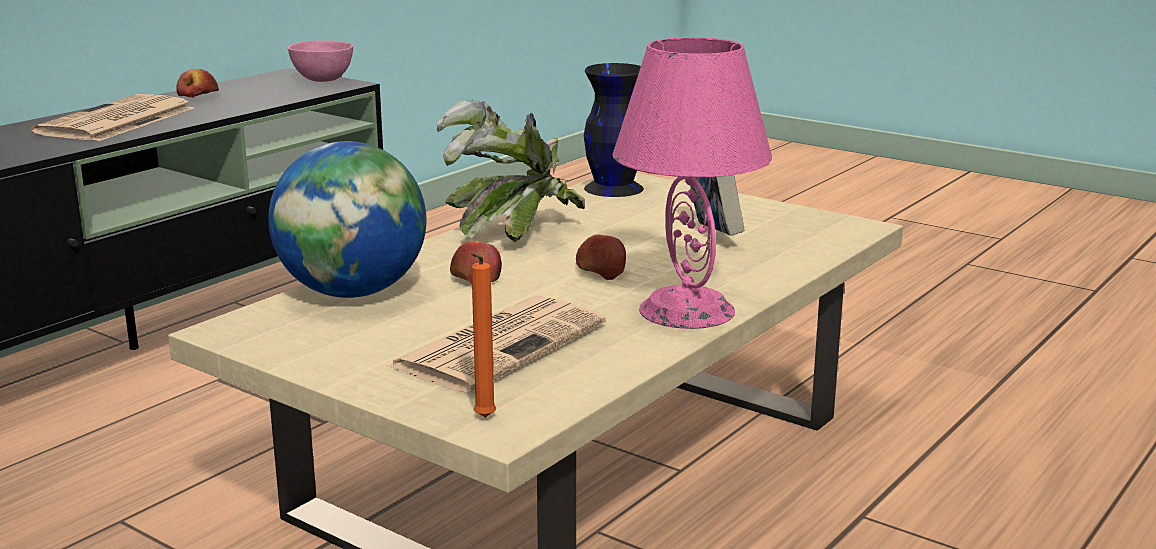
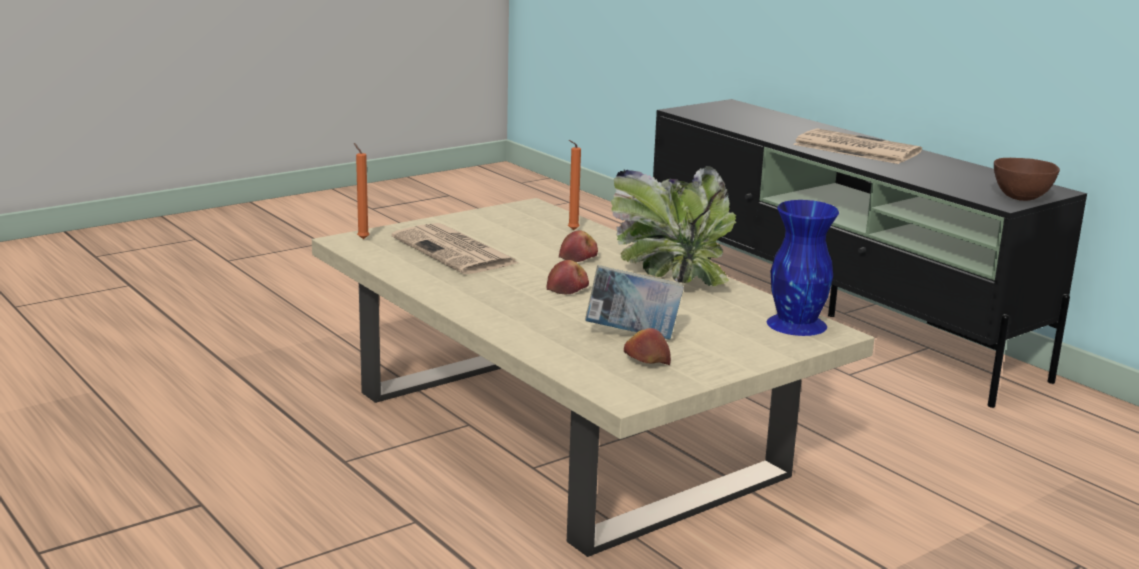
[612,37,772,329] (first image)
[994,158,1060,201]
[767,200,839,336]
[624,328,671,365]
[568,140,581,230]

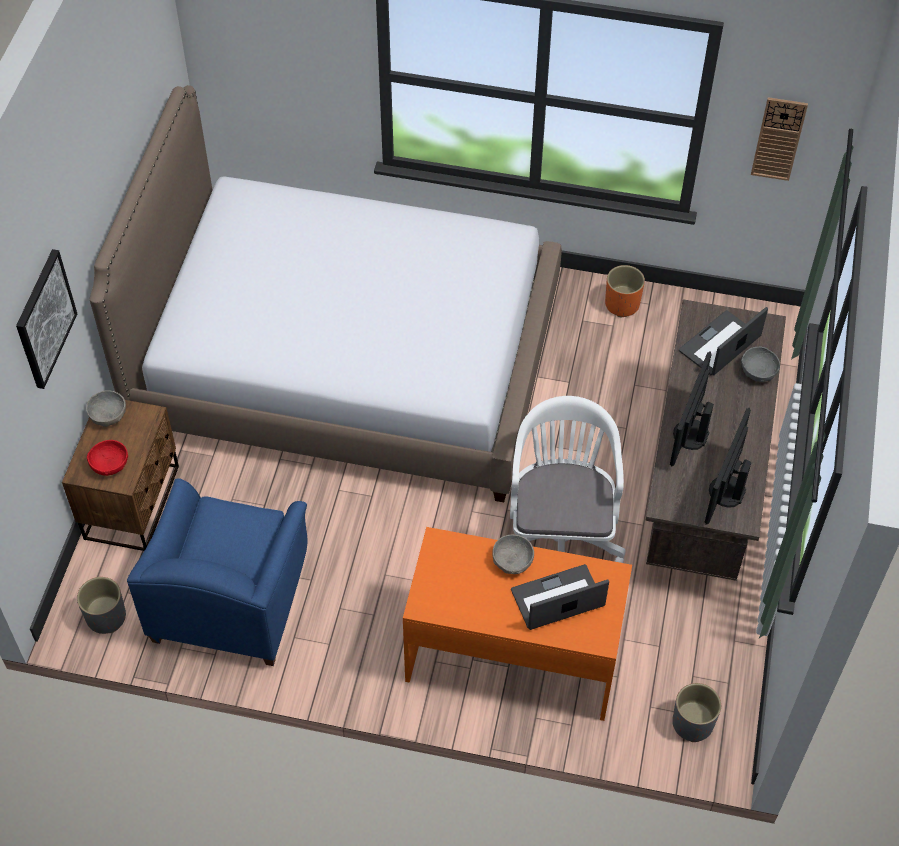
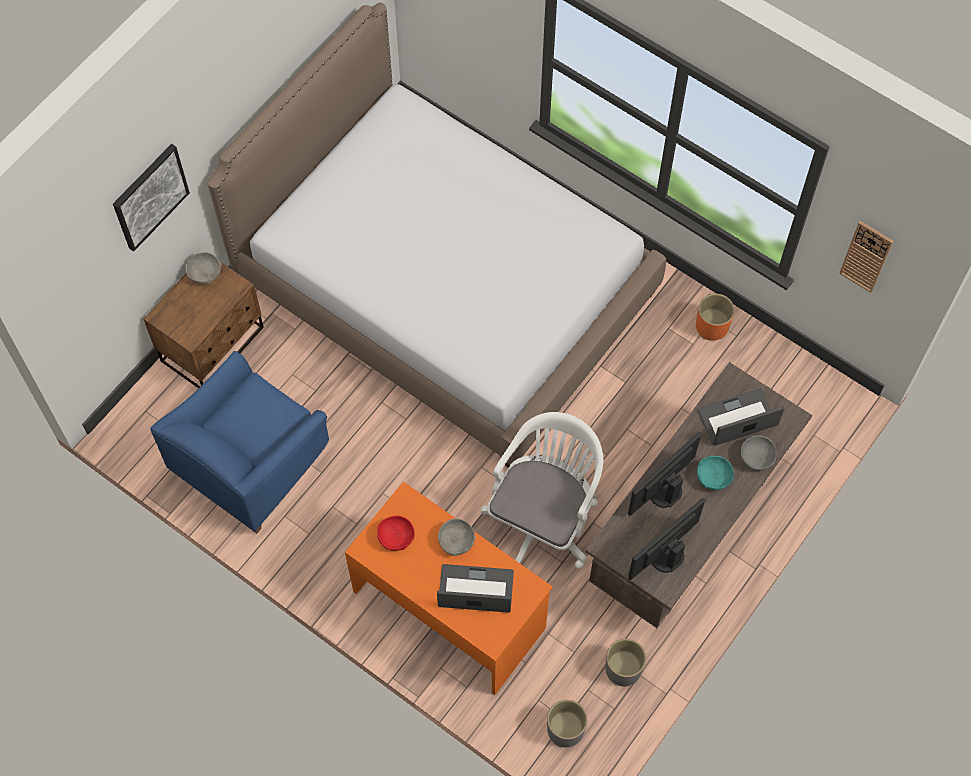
[377,516,415,551]
[605,639,646,687]
[697,456,734,491]

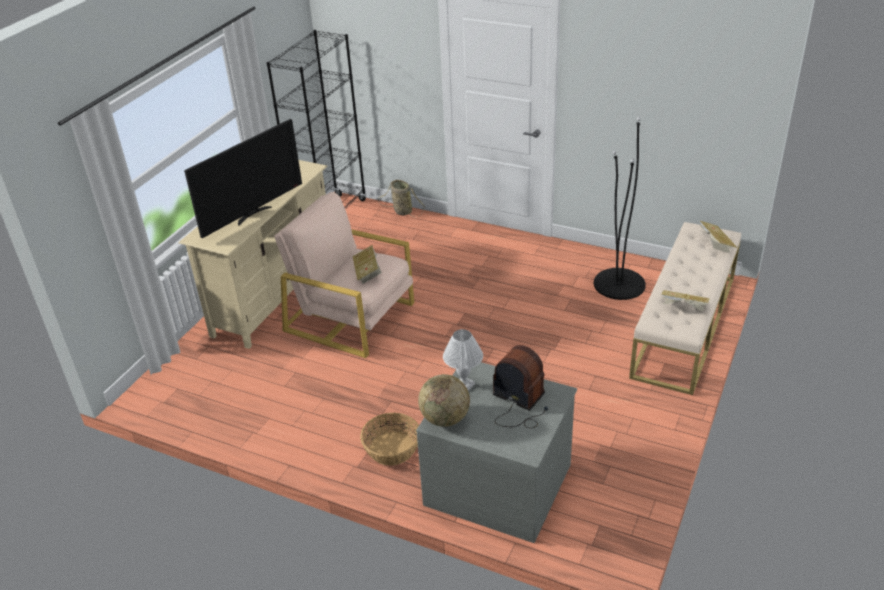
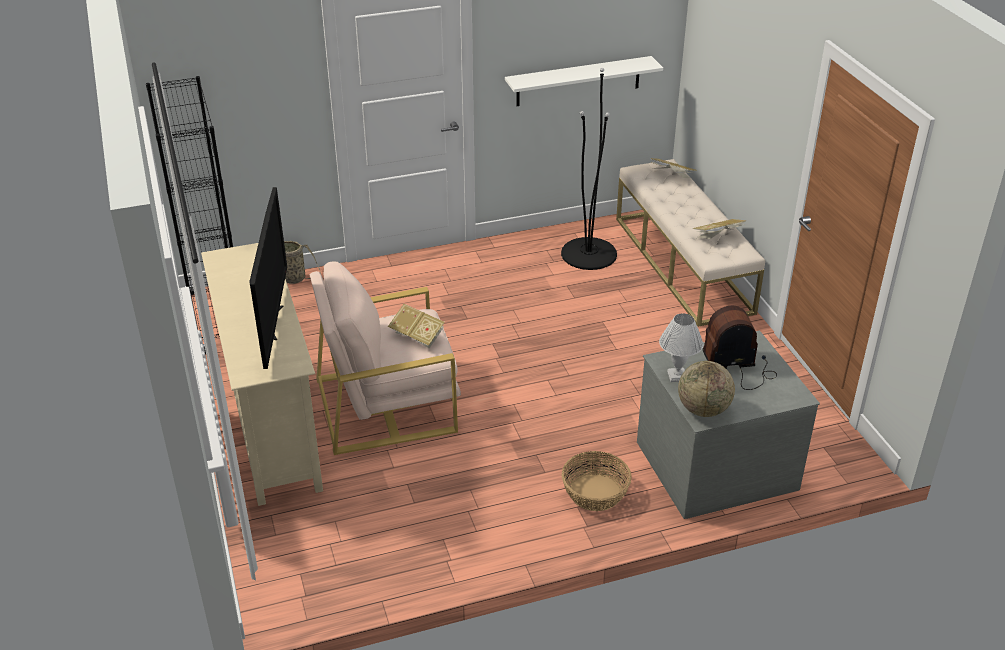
[505,56,663,106]

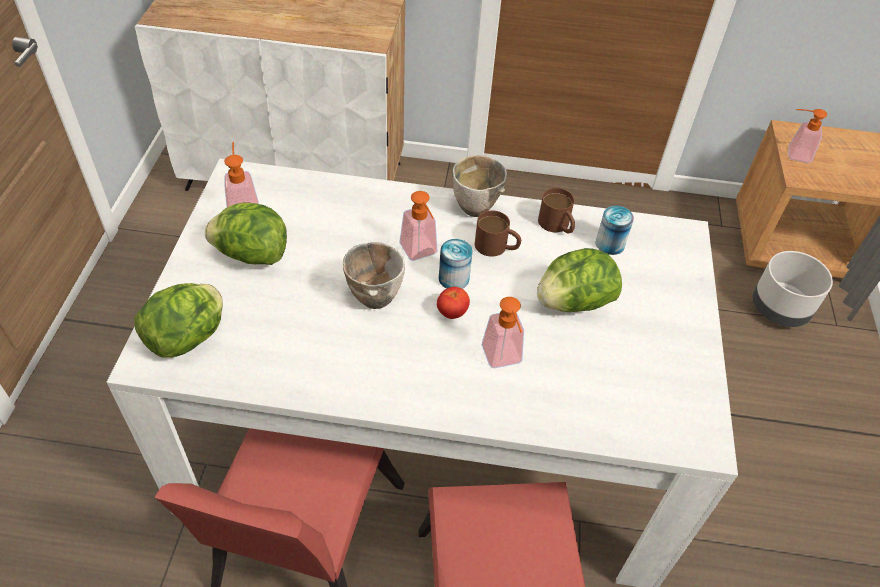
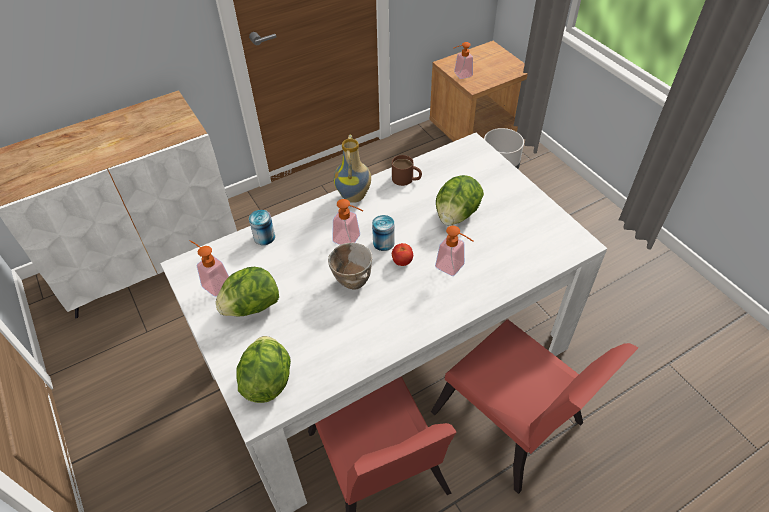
[334,135,371,203]
[249,210,275,245]
[475,210,521,257] (first image)

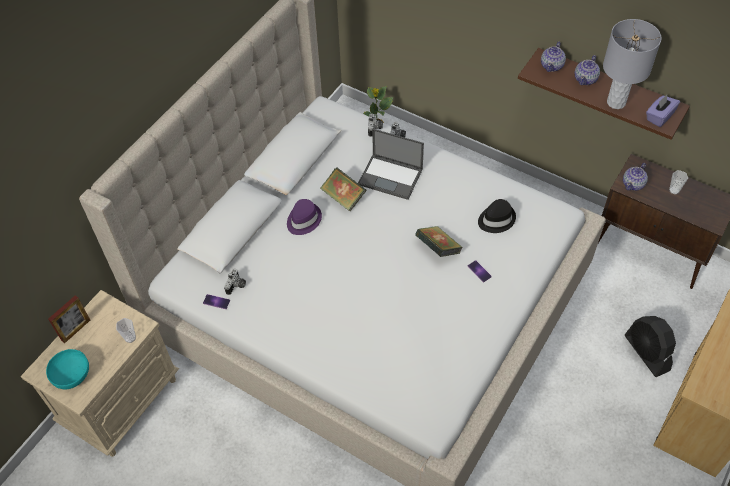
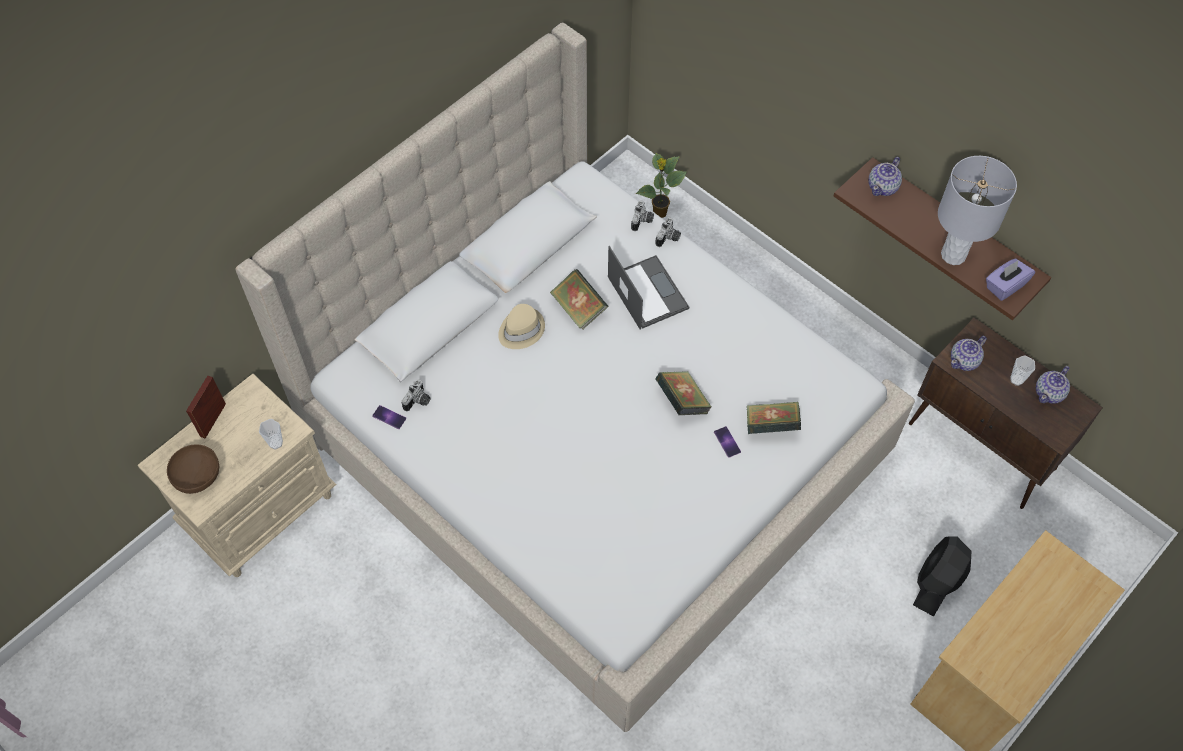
[1036,366,1070,404]
[608,246,689,330]
[498,304,545,349]
[478,199,516,233] (first image)
[186,376,226,439]
[913,536,971,616]
[167,444,219,494]
[747,402,801,434]

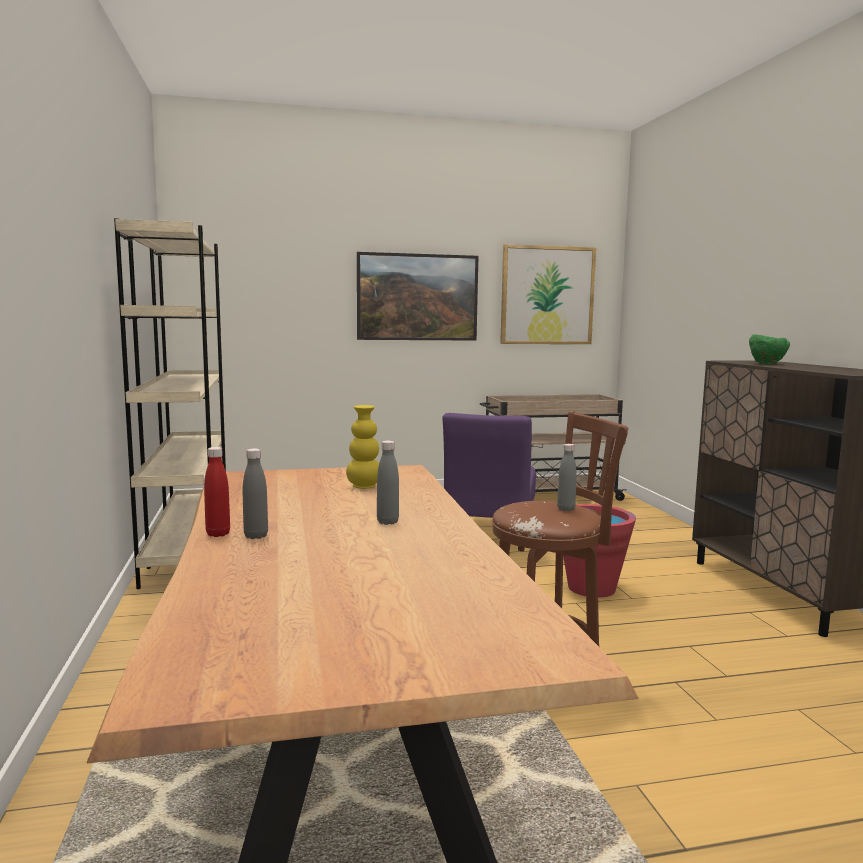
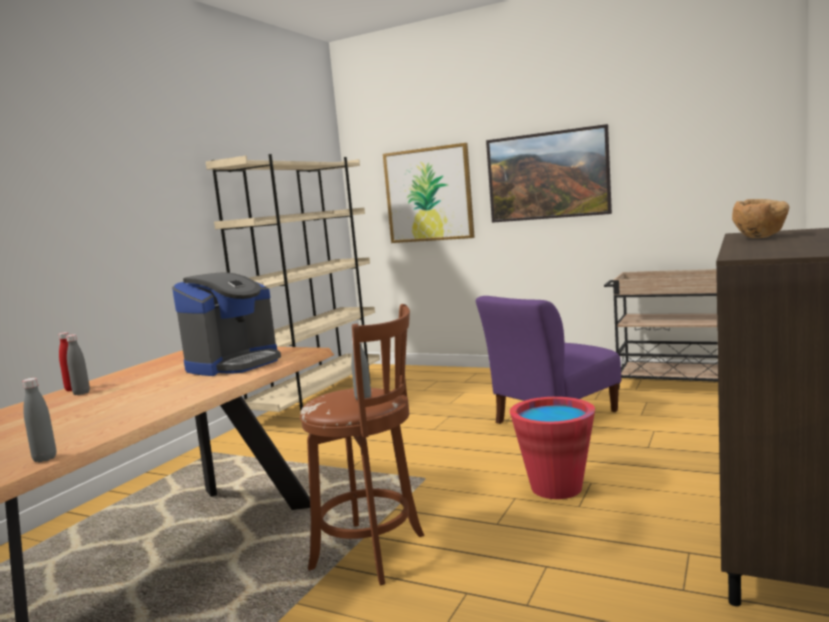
[383,143,475,243]
[732,199,789,239]
[172,272,281,376]
[22,378,57,463]

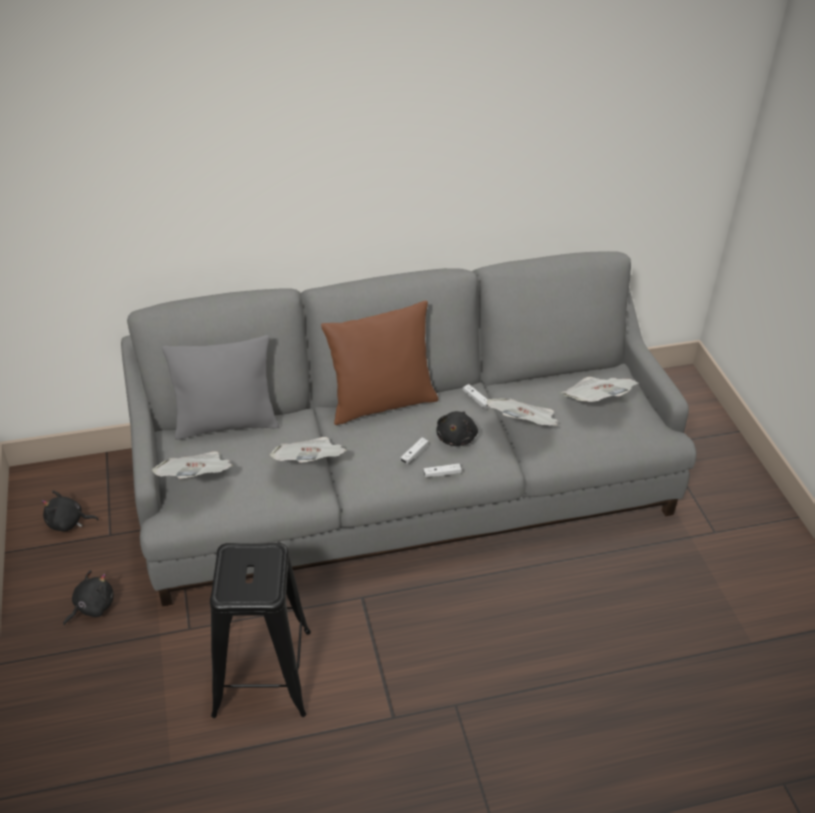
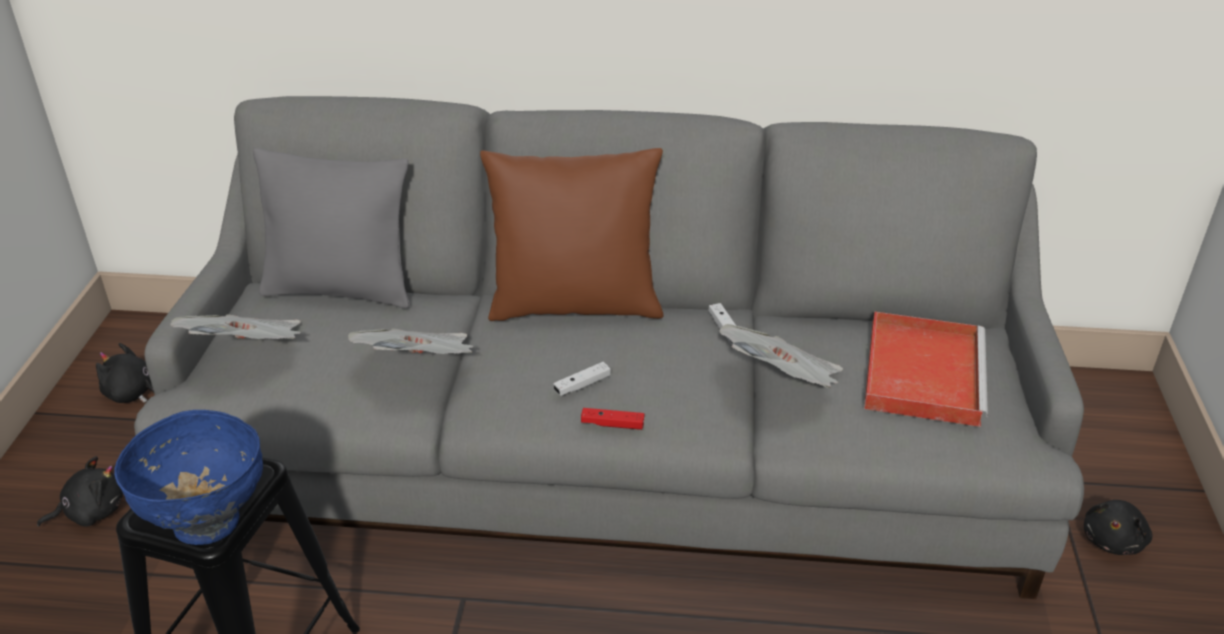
[864,312,988,427]
[1084,500,1152,555]
[581,408,644,430]
[114,410,263,545]

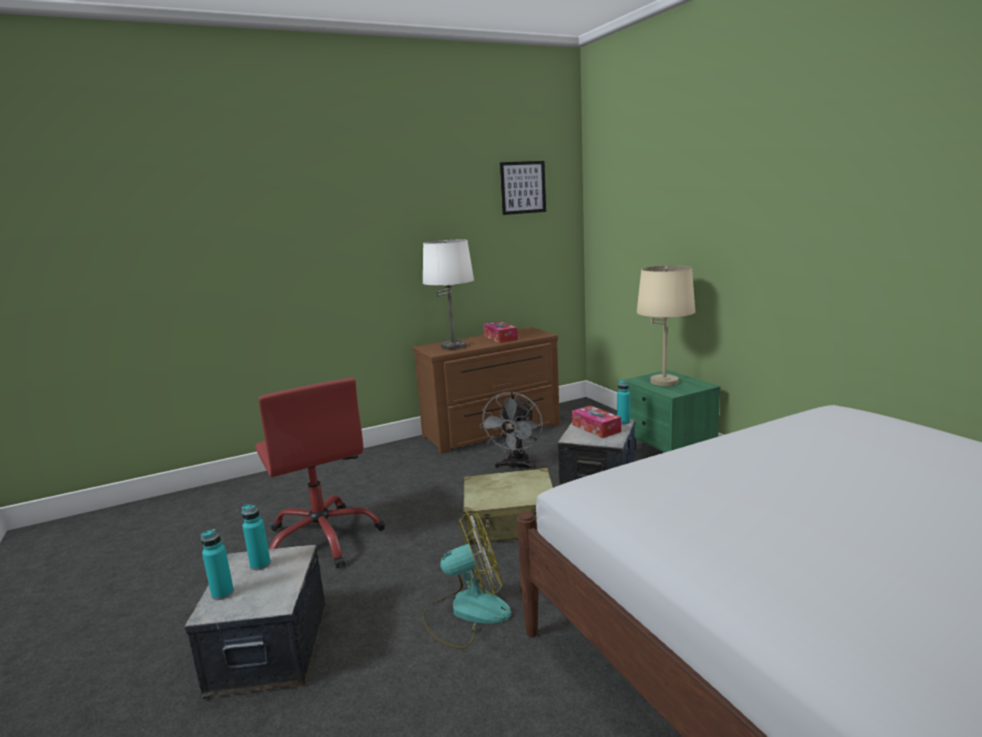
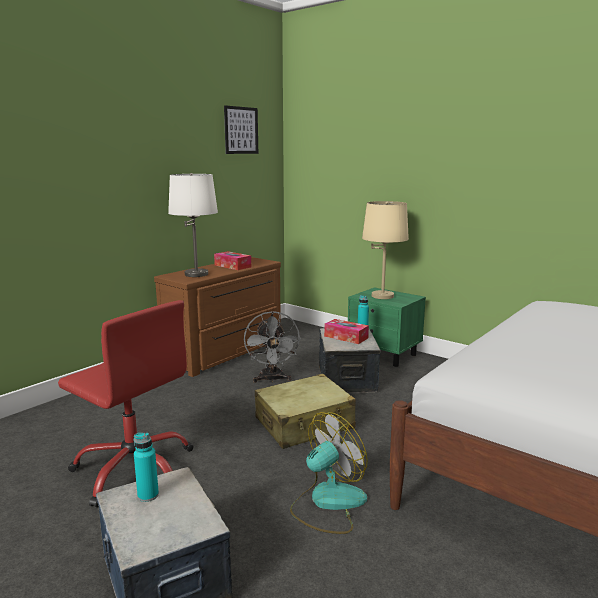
[201,529,234,600] (first image)

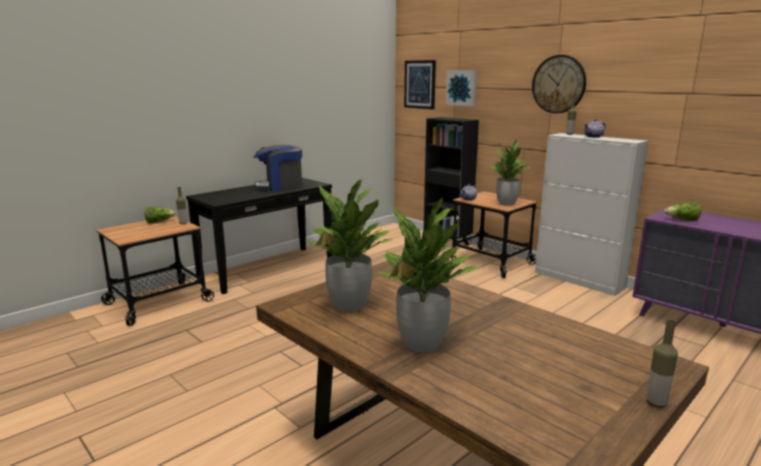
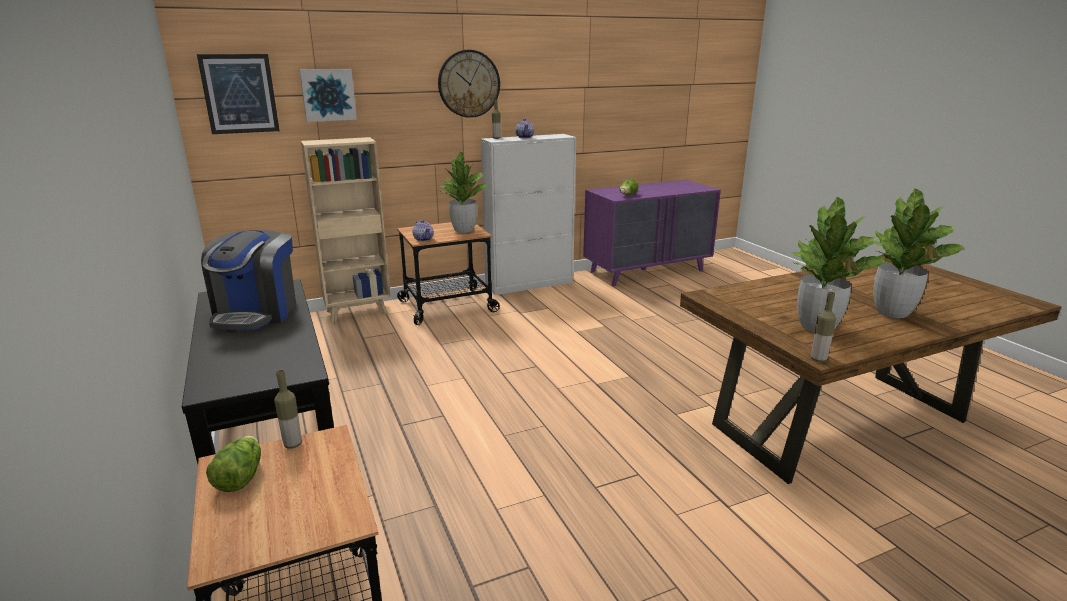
[301,137,391,323]
[811,292,836,362]

